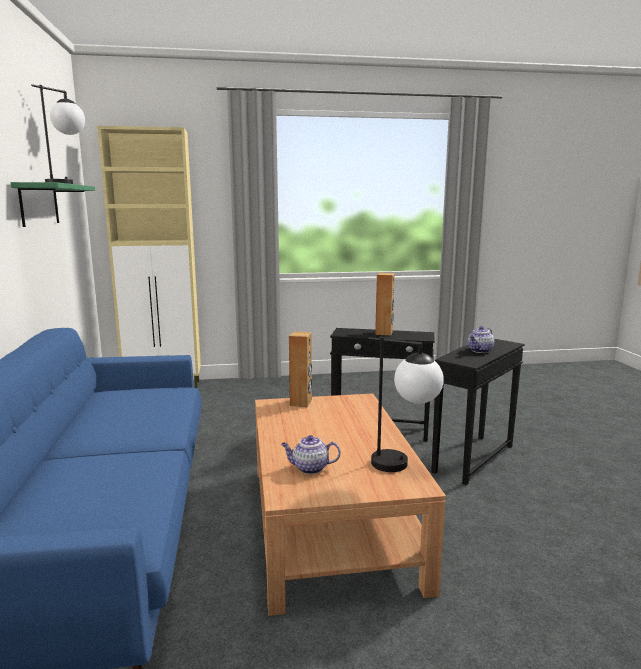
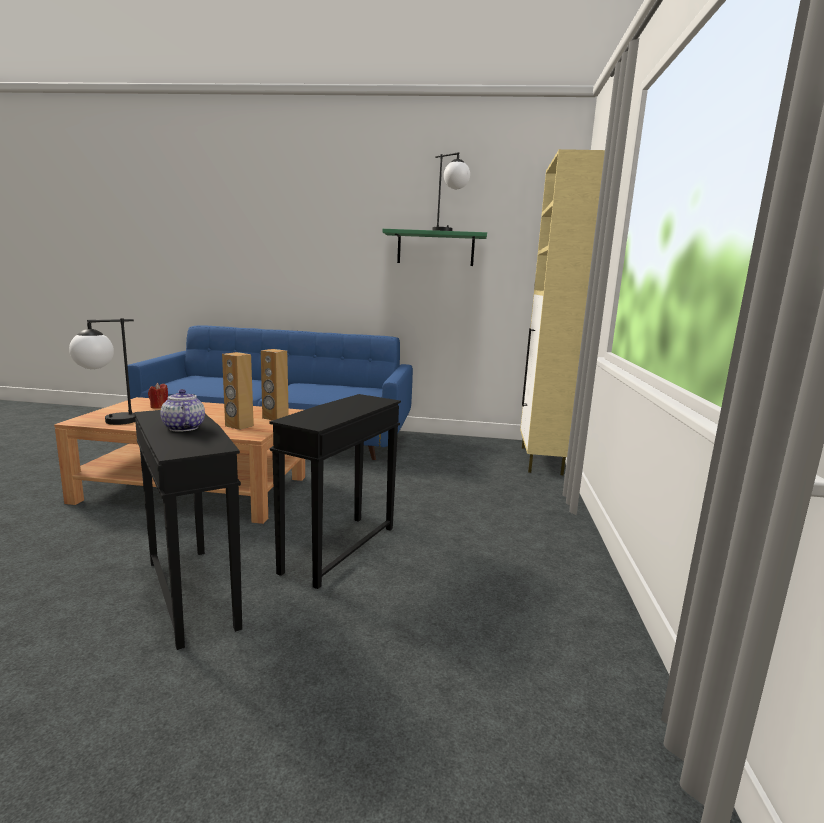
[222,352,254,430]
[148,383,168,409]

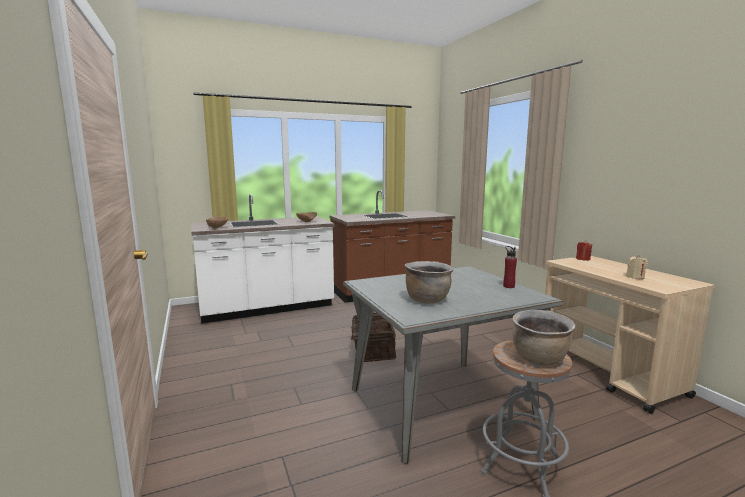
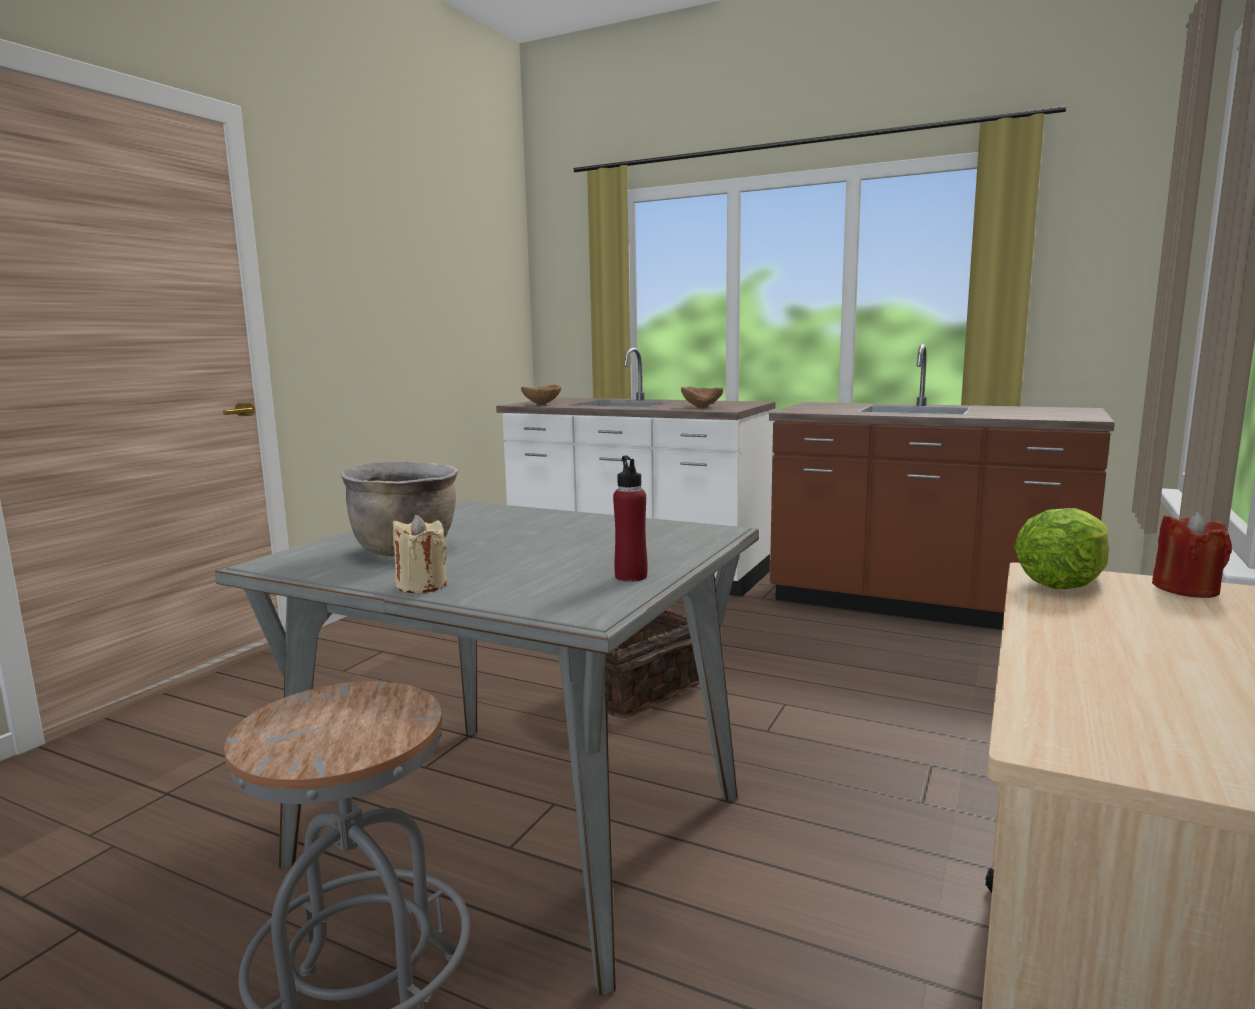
[393,515,447,593]
[513,310,575,366] (first image)
[1014,508,1109,589]

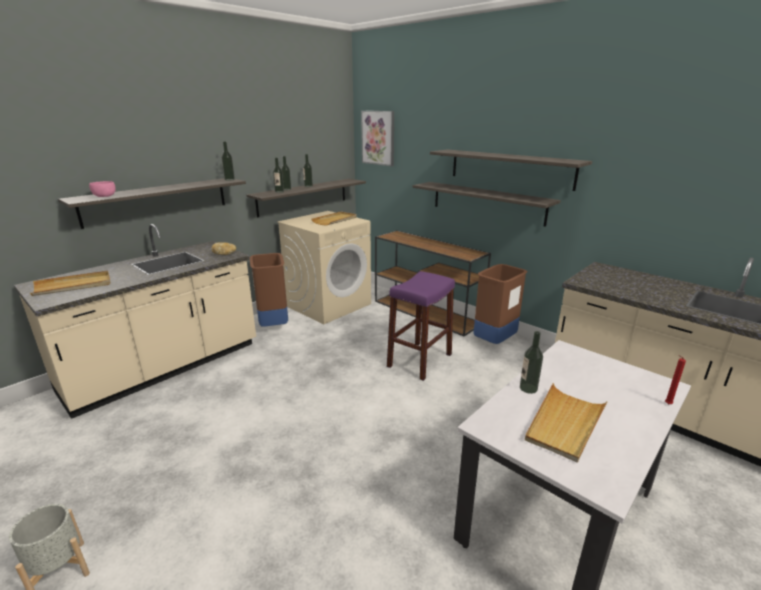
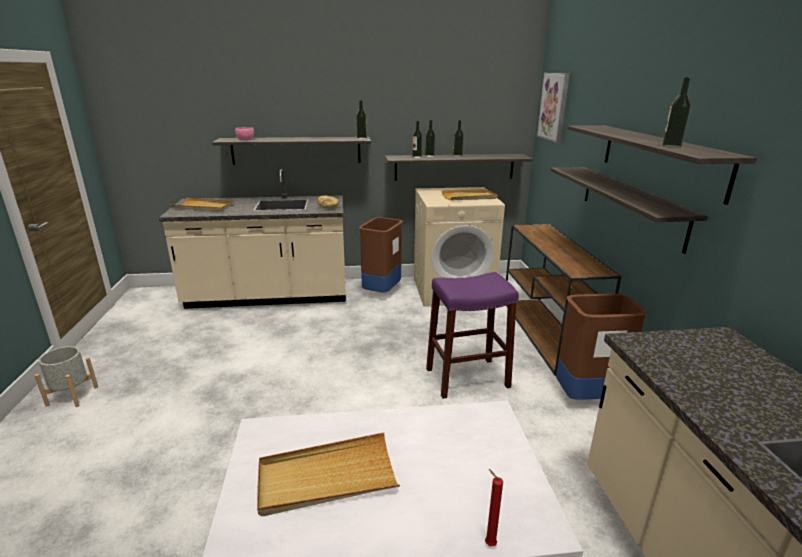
[662,77,691,148]

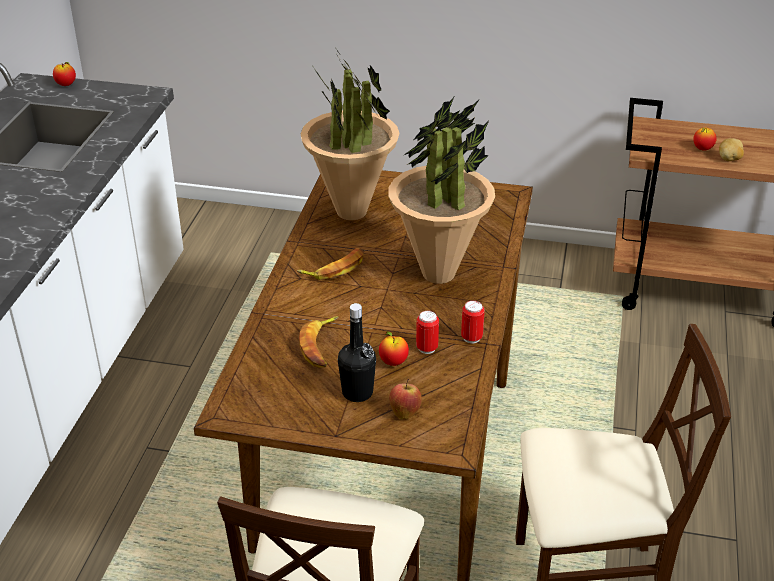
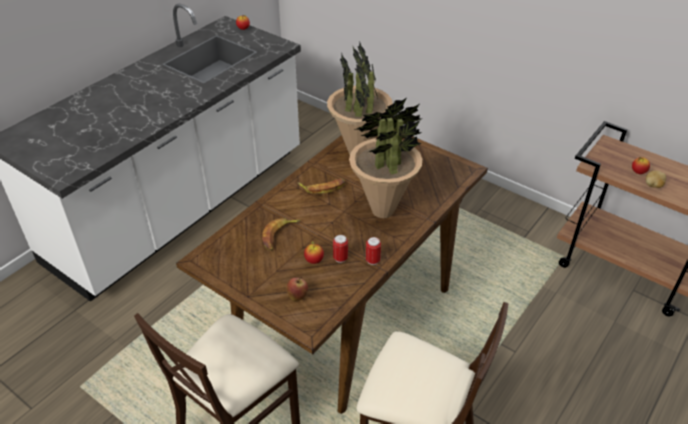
[338,303,376,402] (first image)

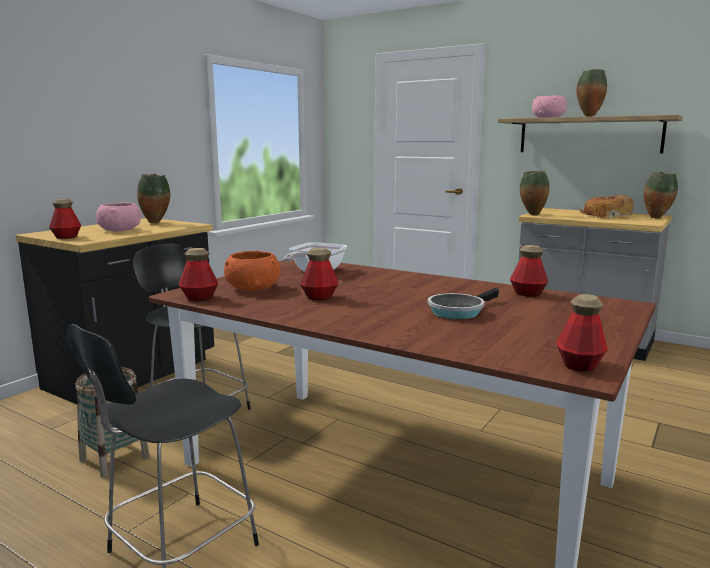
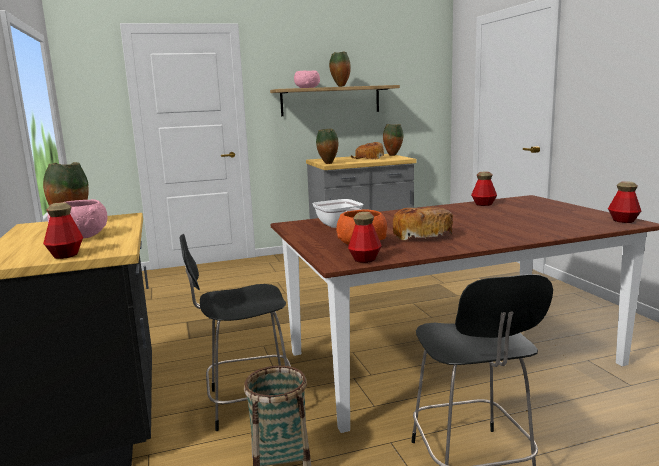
[393,207,453,240]
[428,288,499,319] (first image)

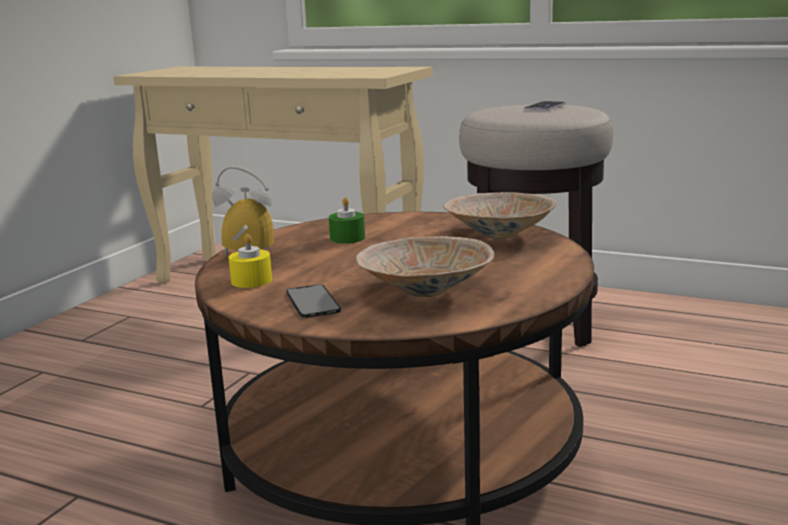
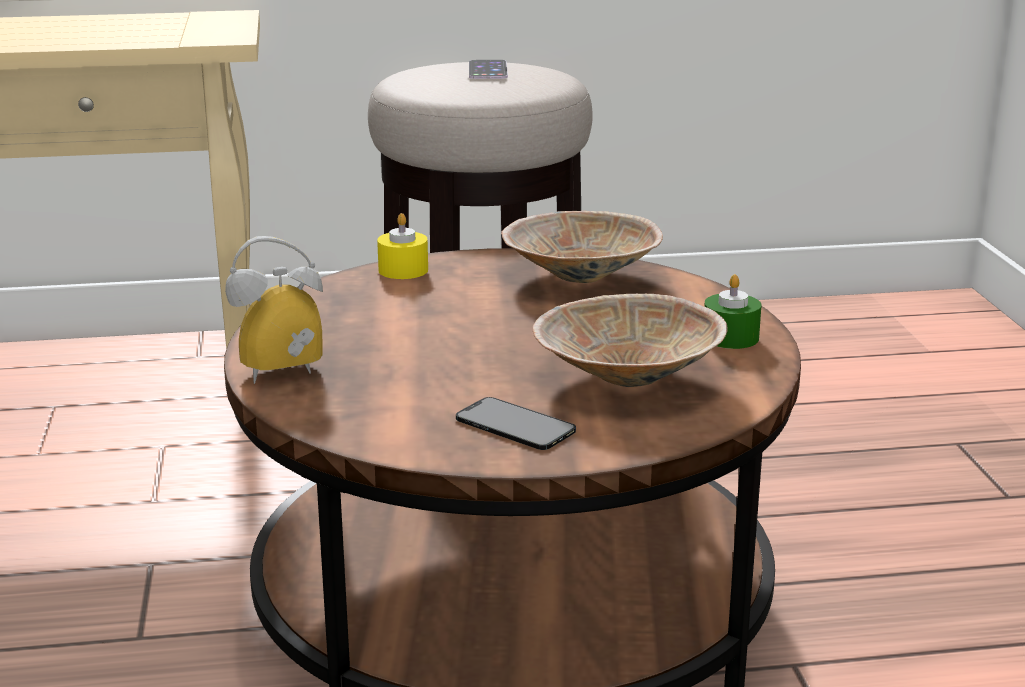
[704,274,761,349]
[377,213,428,279]

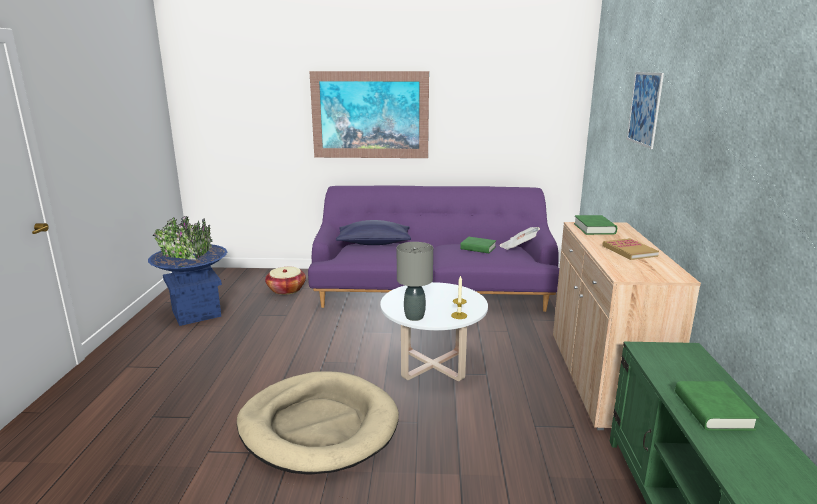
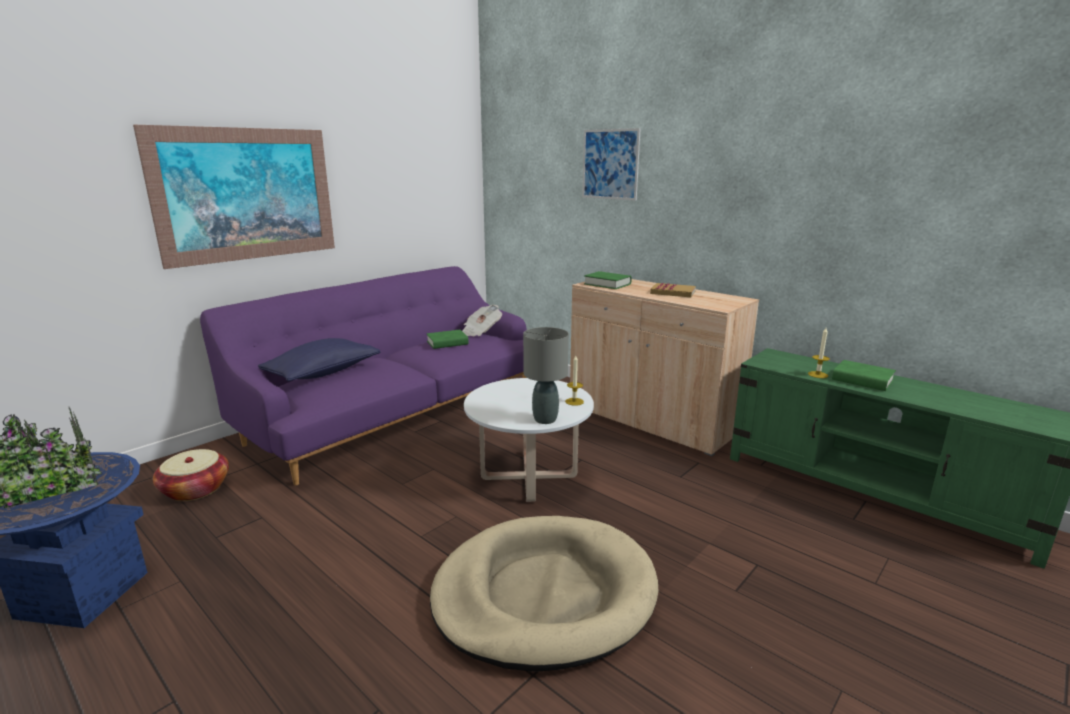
[808,328,830,378]

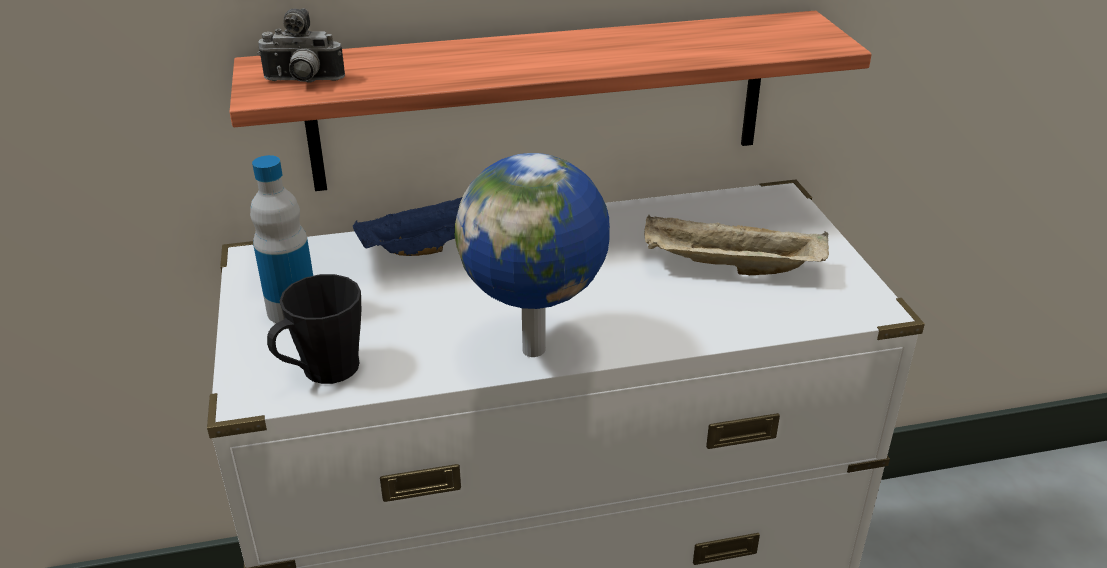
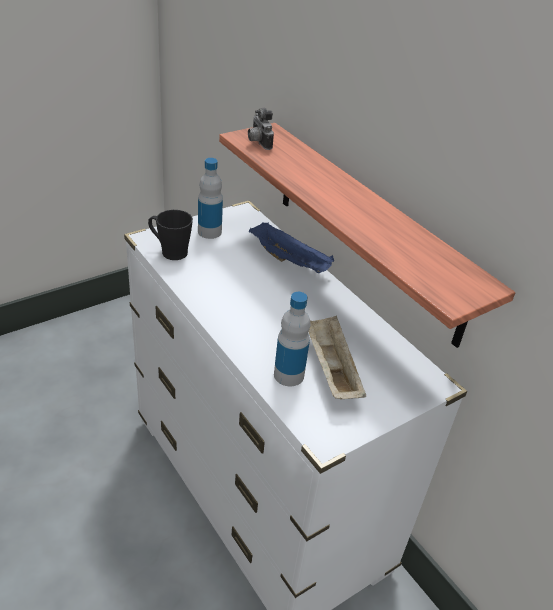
[455,153,610,357] (first image)
[274,292,310,386]

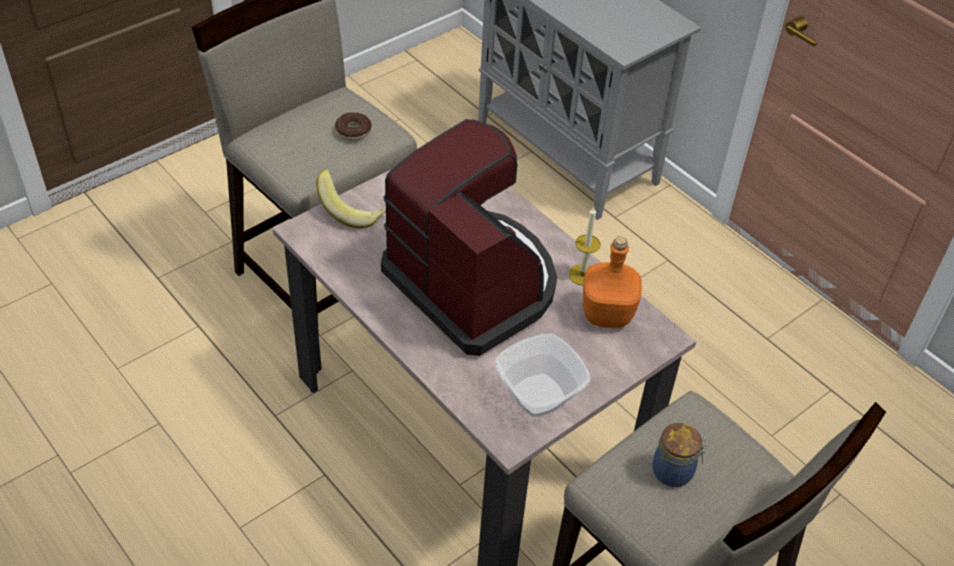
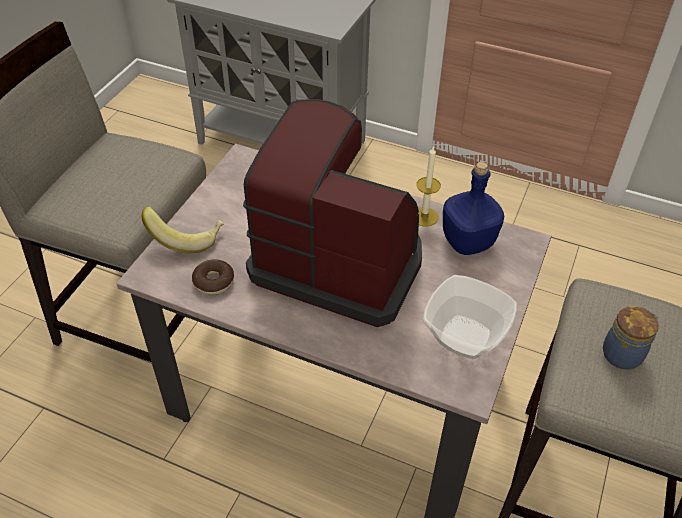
[192,259,234,295]
[443,162,504,255]

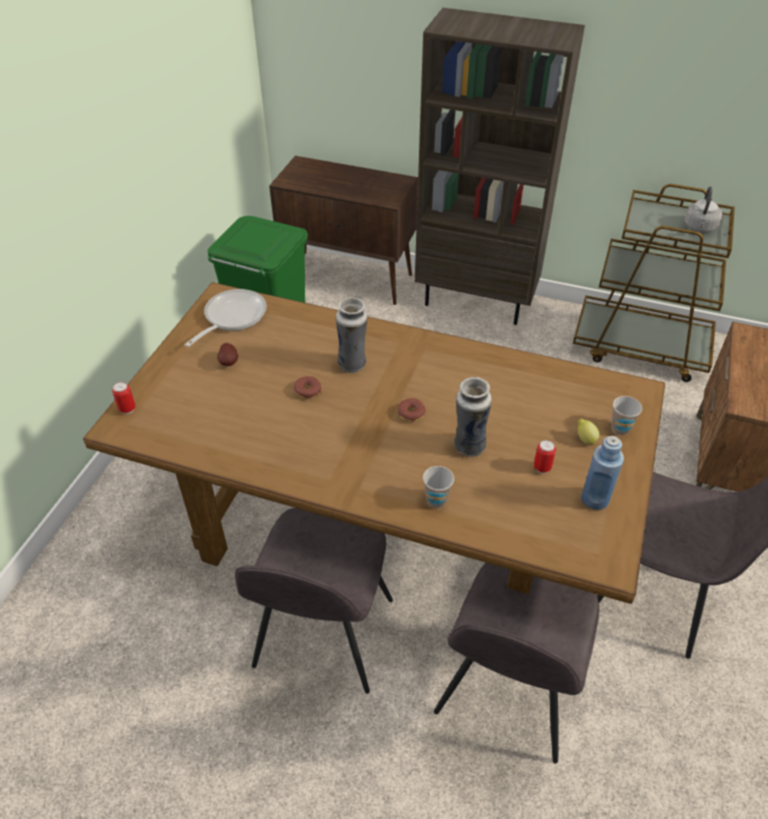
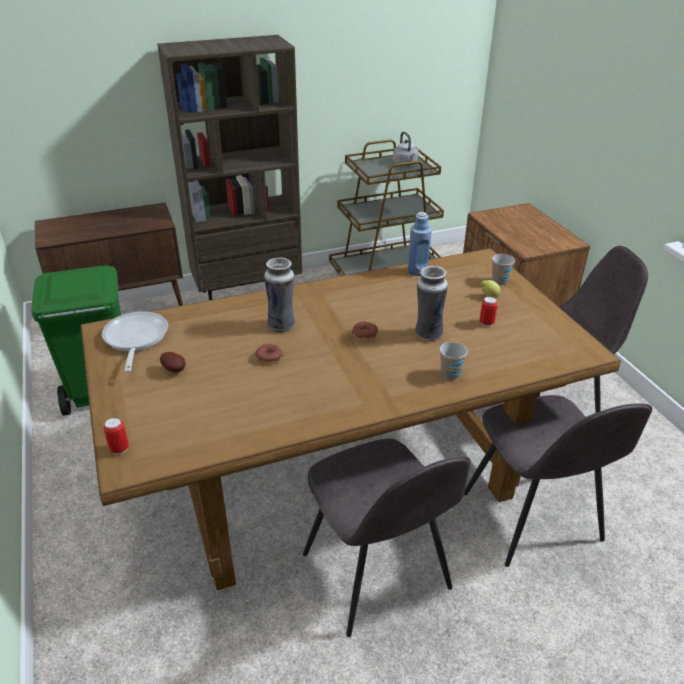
[408,212,432,276]

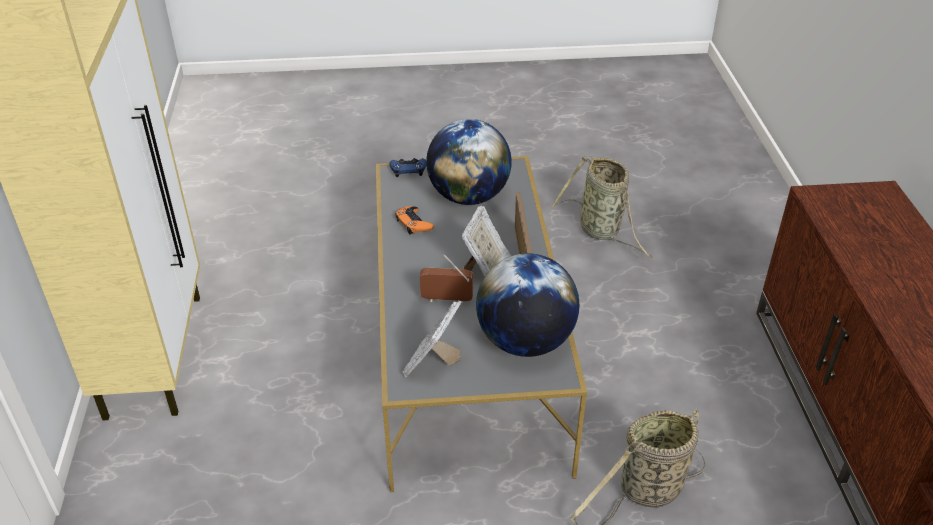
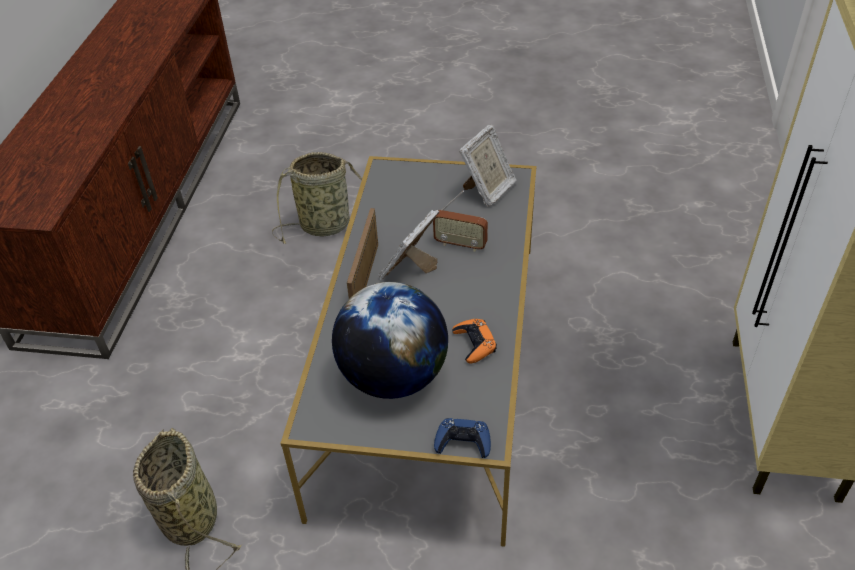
[476,253,579,357] (first image)

